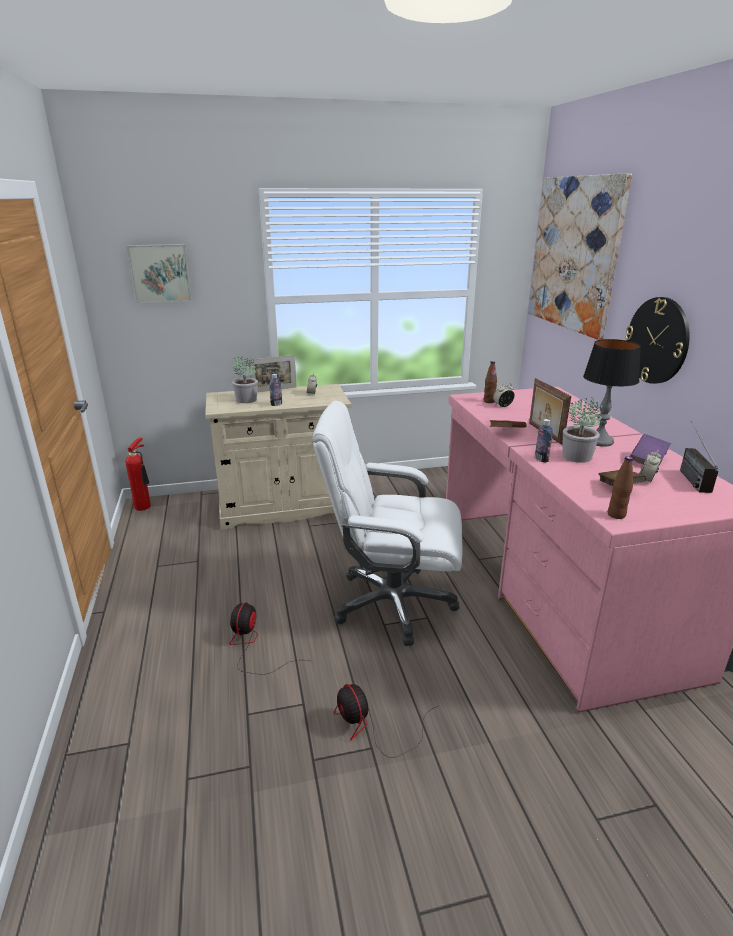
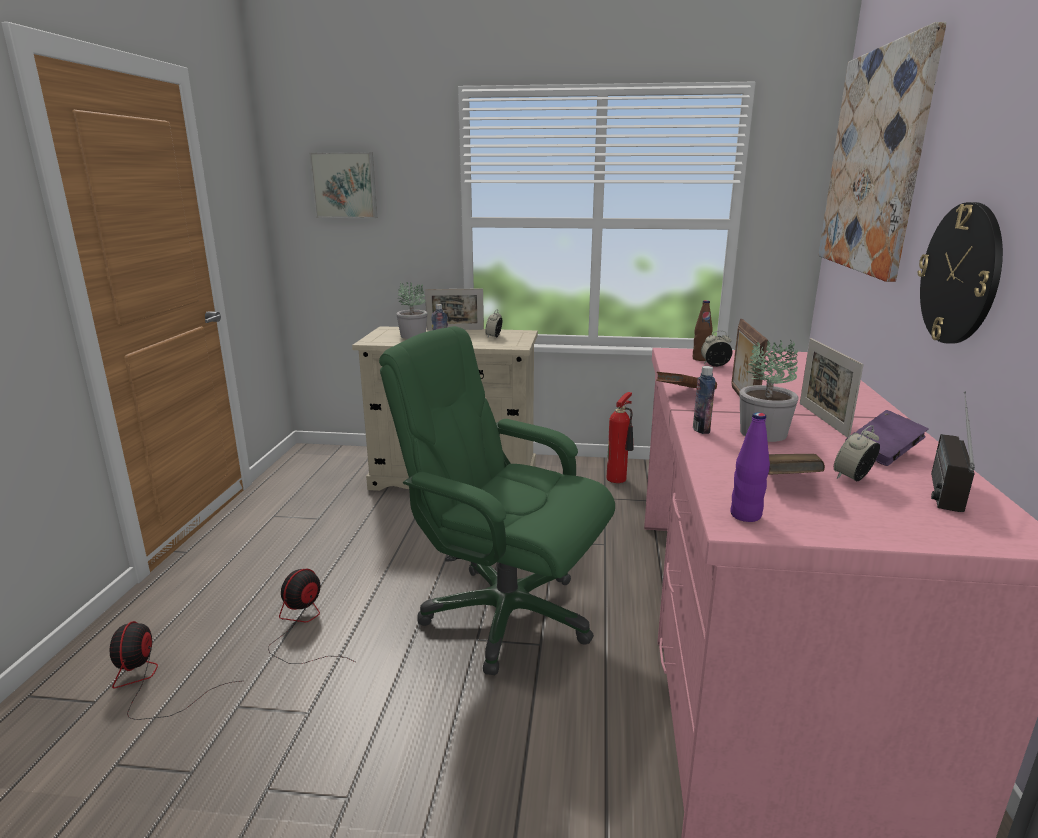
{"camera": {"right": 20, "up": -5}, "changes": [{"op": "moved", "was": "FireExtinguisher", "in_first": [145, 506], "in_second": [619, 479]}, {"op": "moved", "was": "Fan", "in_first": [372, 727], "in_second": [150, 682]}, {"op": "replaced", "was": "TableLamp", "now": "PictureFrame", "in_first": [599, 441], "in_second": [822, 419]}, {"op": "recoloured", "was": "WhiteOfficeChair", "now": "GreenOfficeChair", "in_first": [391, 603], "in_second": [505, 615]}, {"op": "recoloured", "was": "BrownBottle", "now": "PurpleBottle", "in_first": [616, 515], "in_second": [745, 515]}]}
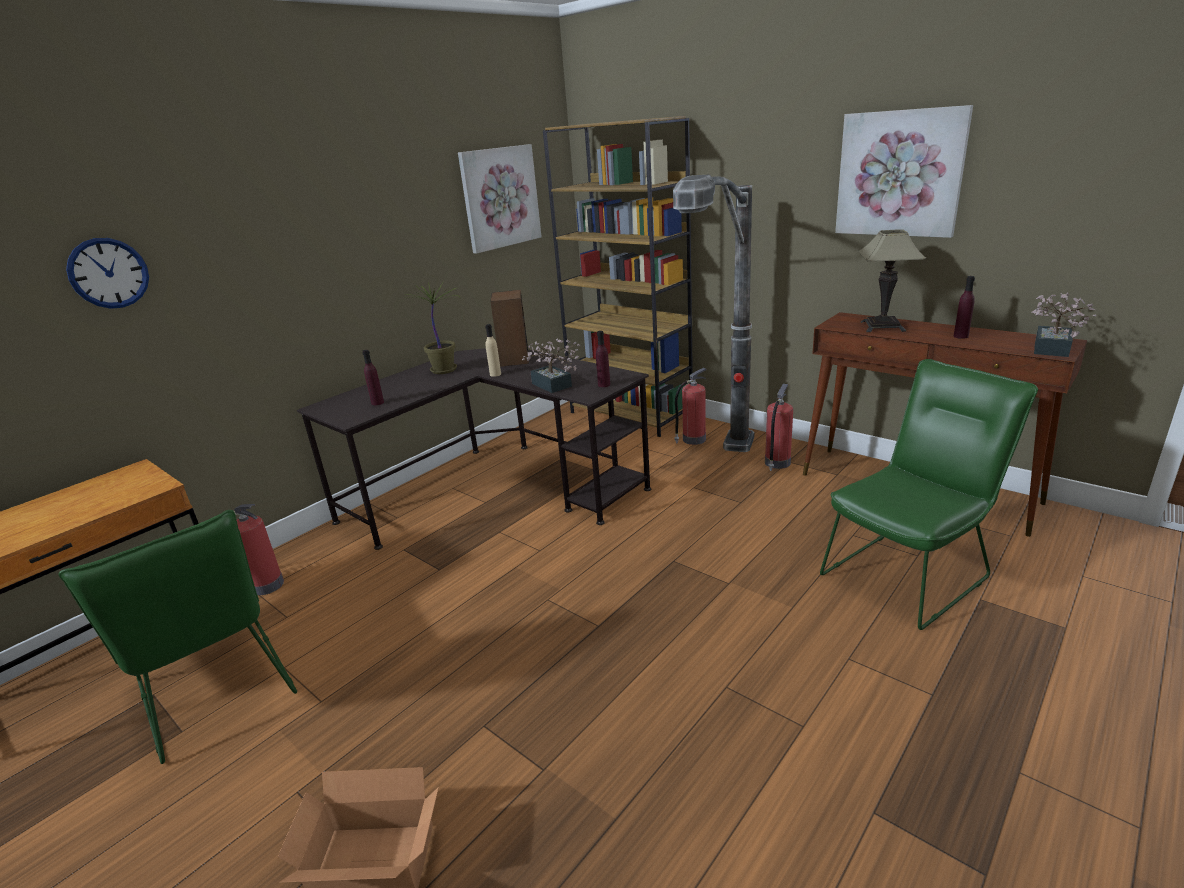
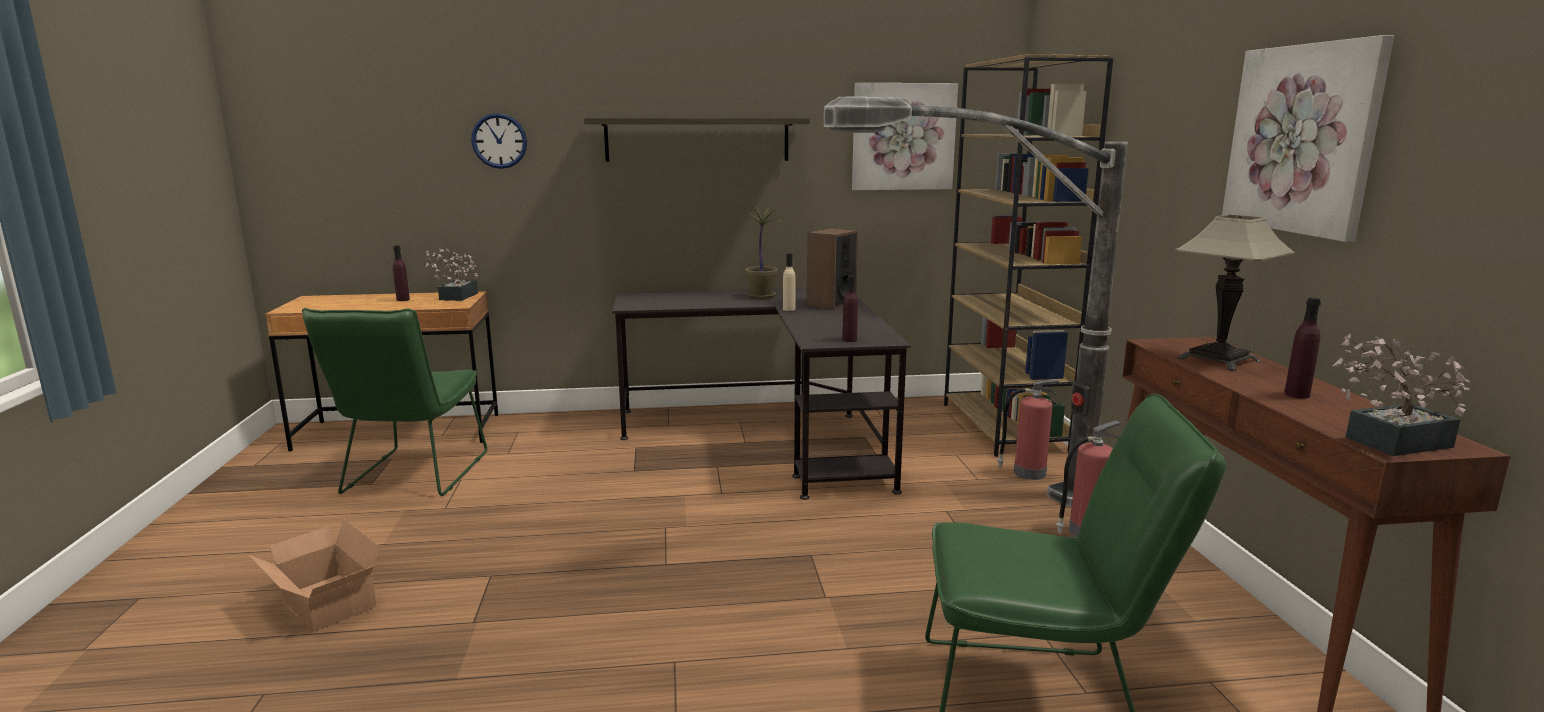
{"camera": {"right": 40, "up": -10}, "changes": [{"op": "removed", "was": "FireExtinguisher", "in_first": [266, 585]}, {"op": "added", "now": "Shelf", "in_second": [697, 139]}, {"op": "moved", "was": "PurpleBottle", "in_first": [377, 403], "in_second": [403, 300]}, {"op": "moved", "was": "PottedPlant", "in_first": [554, 386], "in_second": [456, 297]}]}
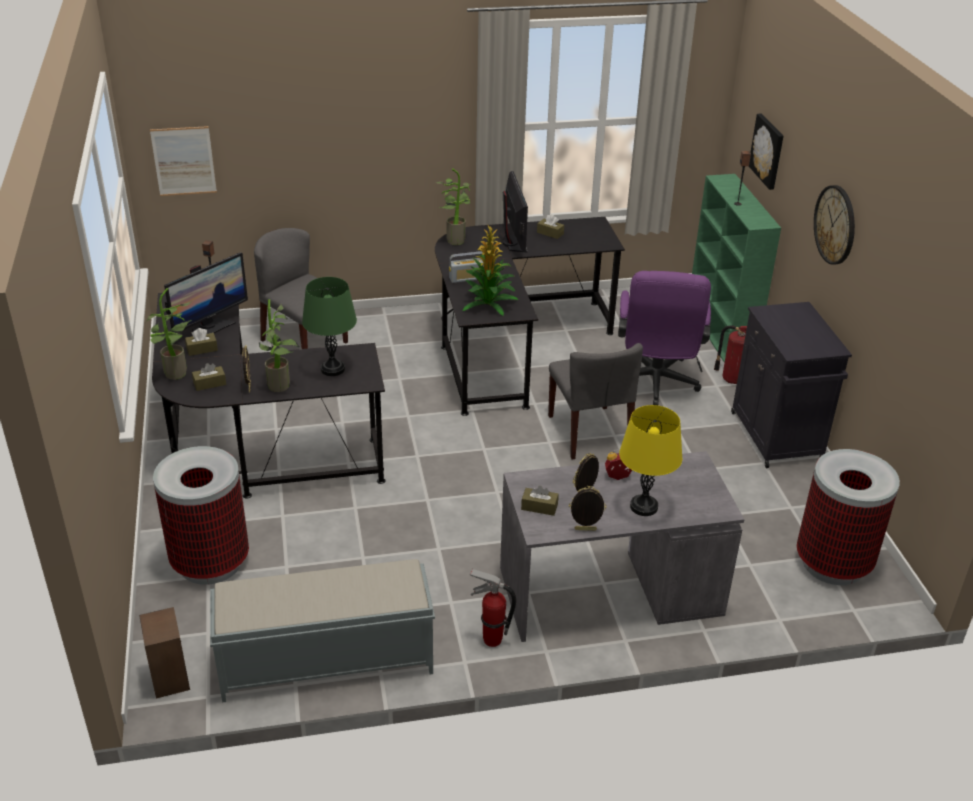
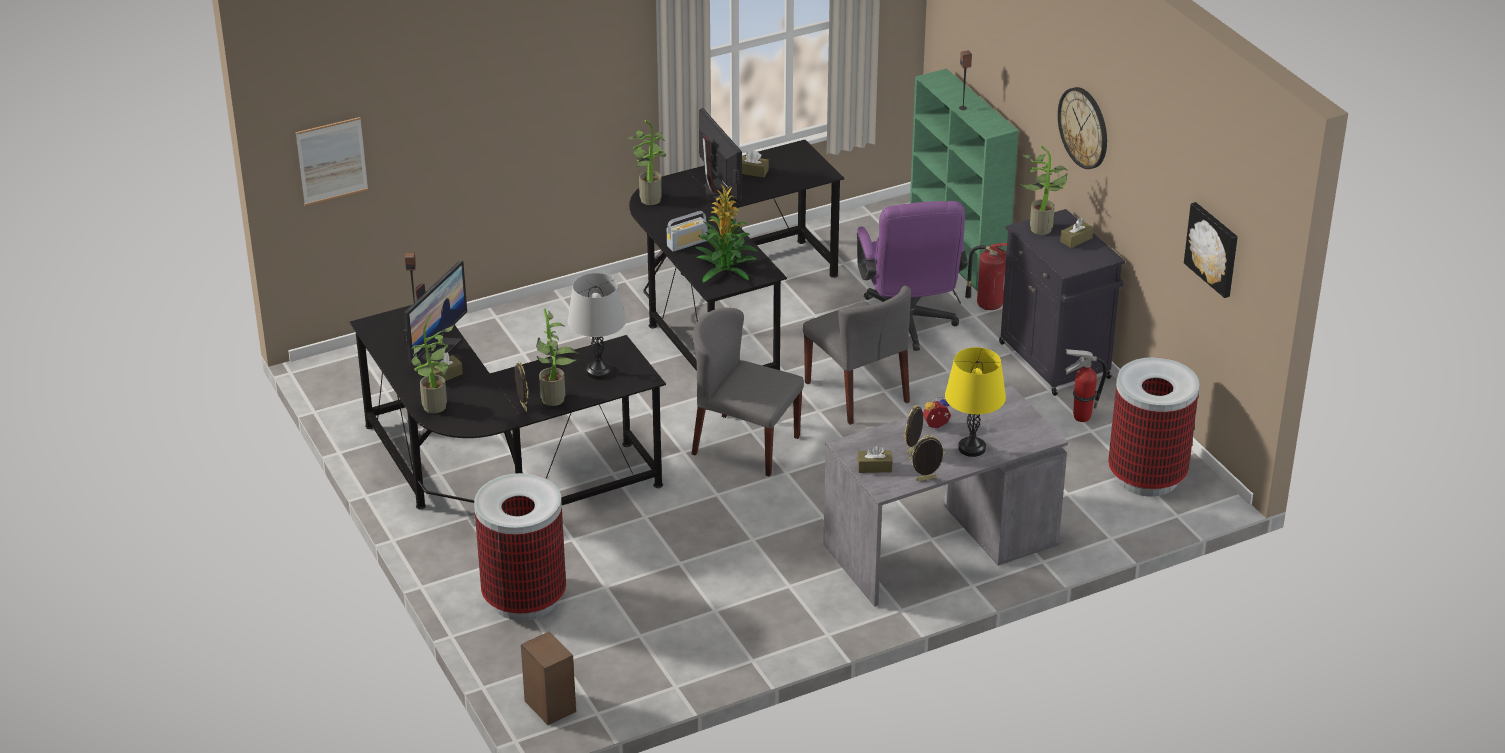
{"camera": {"right": -15, "up": 0}, "changes": [{"op": "removed", "was": "GreyBench", "in_first": [324, 661]}, {"op": "added", "now": "PottedPlant", "in_second": [1042, 227]}, {"op": "moved", "was": "BrownTissueBox", "in_first": [209, 383], "in_second": [1076, 239]}, {"op": "moved", "was": "GreyChair", "in_first": [303, 341], "in_second": [744, 445]}, {"op": "moved", "was": "FireExtinguisher", "in_first": [491, 640], "in_second": [1081, 417]}, {"op": "moved", "was": "Picture", "in_first": [768, 151], "in_second": [1213, 249]}, {"op": "recoloured", "was": "GreenTableLamp", "now": "GreyTableLamp", "in_first": [332, 369], "in_second": [599, 371]}]}
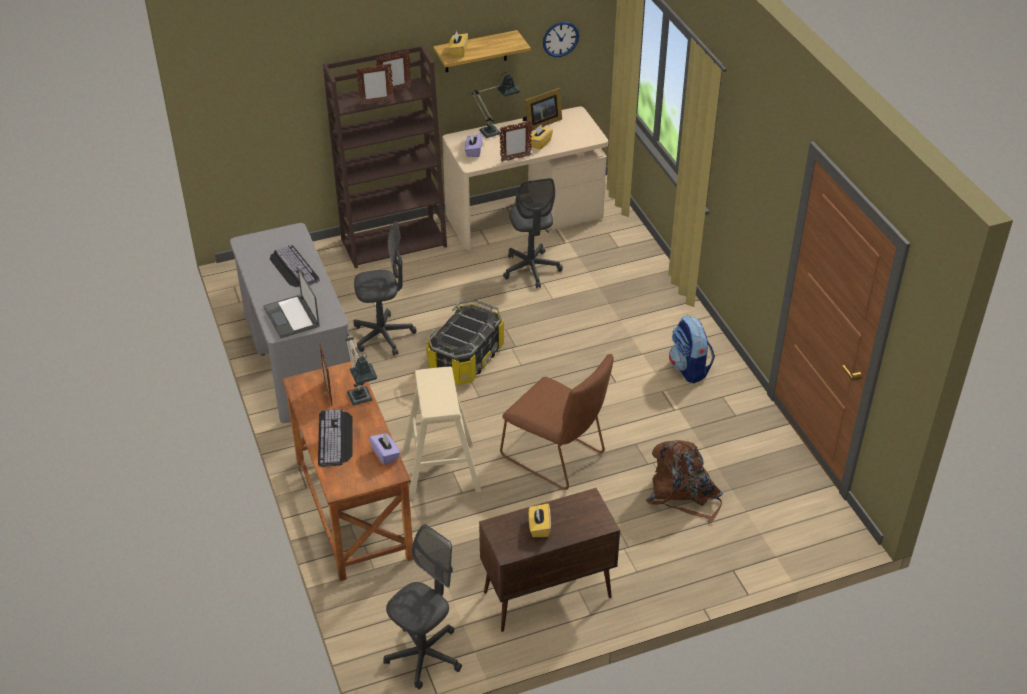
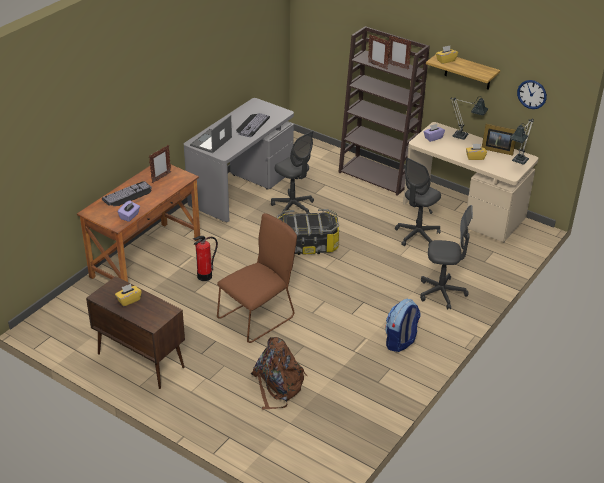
{"camera": {"right": 55, "up": -5}, "changes": [{"op": "removed", "was": "PictureFrame", "in_first": [515, 158]}, {"op": "moved", "was": "TableLamp", "in_first": [361, 401], "in_second": [518, 162]}, {"op": "moved", "was": "GreyOfficeChair", "in_first": [424, 655], "in_second": [442, 293]}, {"op": "replaced", "was": "BeigeStool", "now": "FireExtinguisher", "in_first": [441, 470], "in_second": [205, 276]}, {"op": "turned", "was": "BrownChair", "in_first": [556, 457], "in_second": [259, 316], "clockwise": -135}]}
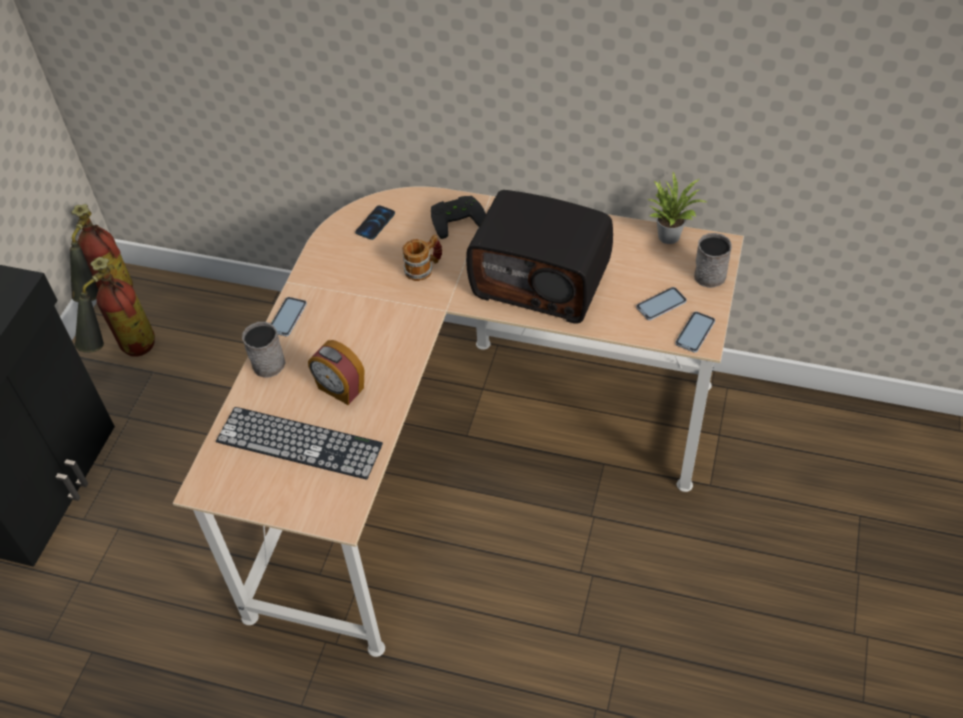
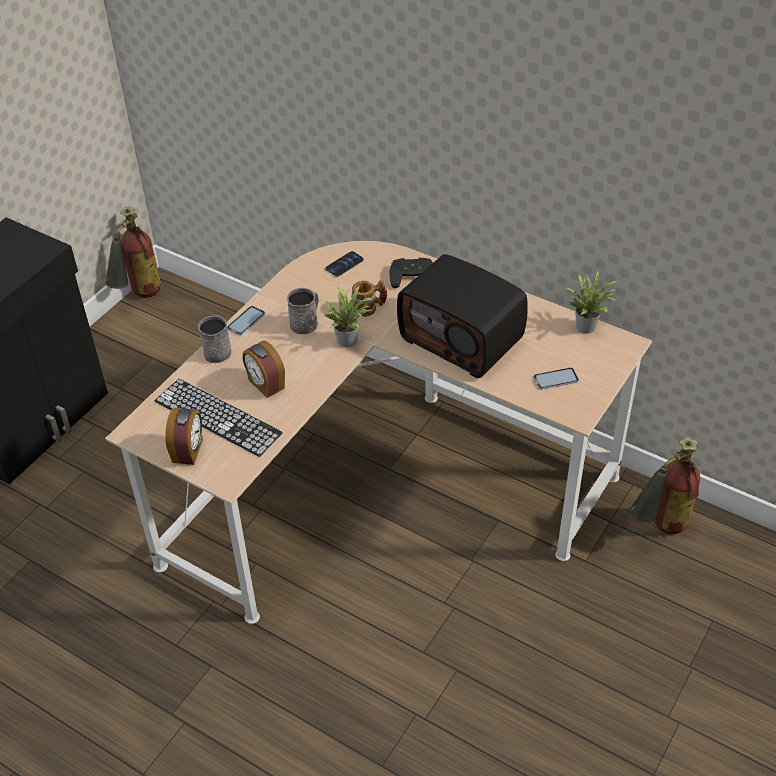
{"camera": {"right": 15, "up": -5}, "changes": [{"op": "removed", "was": "Phone", "in_first": [695, 332]}, {"op": "added", "now": "AlarmClock", "in_second": [188, 451]}, {"op": "added", "now": "PottedPlant", "in_second": [349, 339]}, {"op": "moved", "was": "FireExtinguisher", "in_first": [126, 354], "in_second": [658, 529]}, {"op": "moved", "was": "GreyMug", "in_first": [710, 272], "in_second": [306, 322]}]}
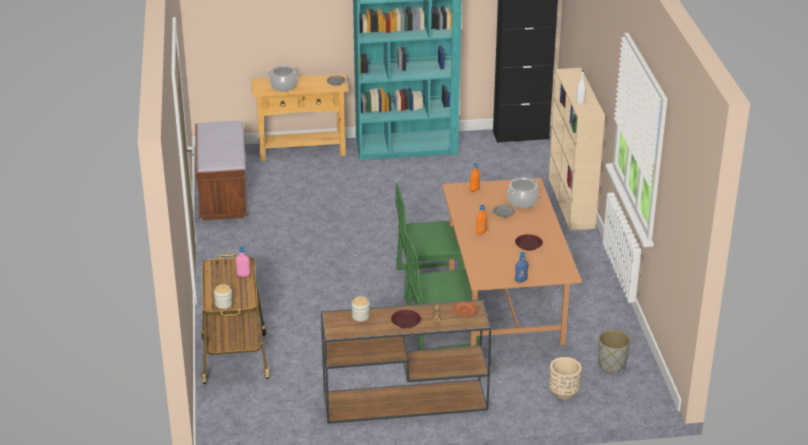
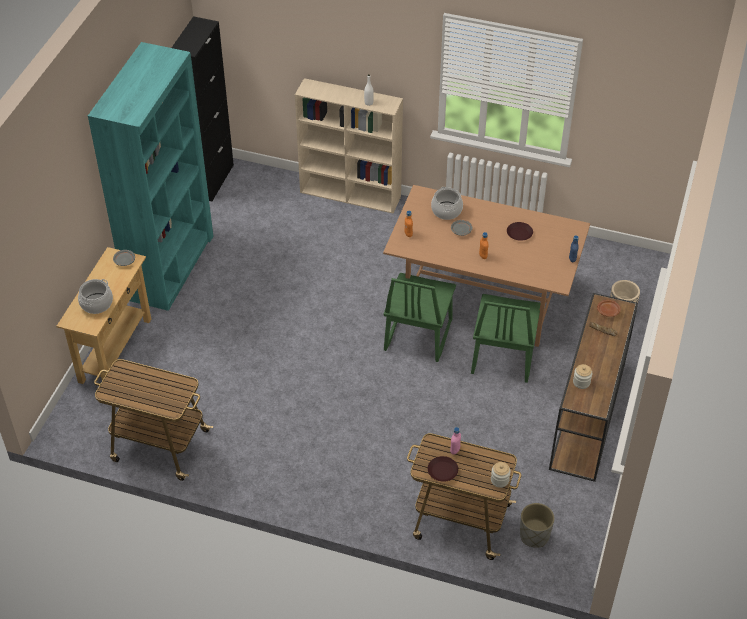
{"camera": {"right": -65, "up": 15}, "changes": [{"op": "moved", "was": "BrownPlate", "in_first": [405, 322], "in_second": [442, 471]}, {"op": "moved", "was": "GreyPlanter", "in_first": [611, 364], "in_second": [534, 536]}, {"op": "replaced", "was": "BrownBench", "now": "Cart", "in_first": [222, 196], "in_second": [158, 445]}]}
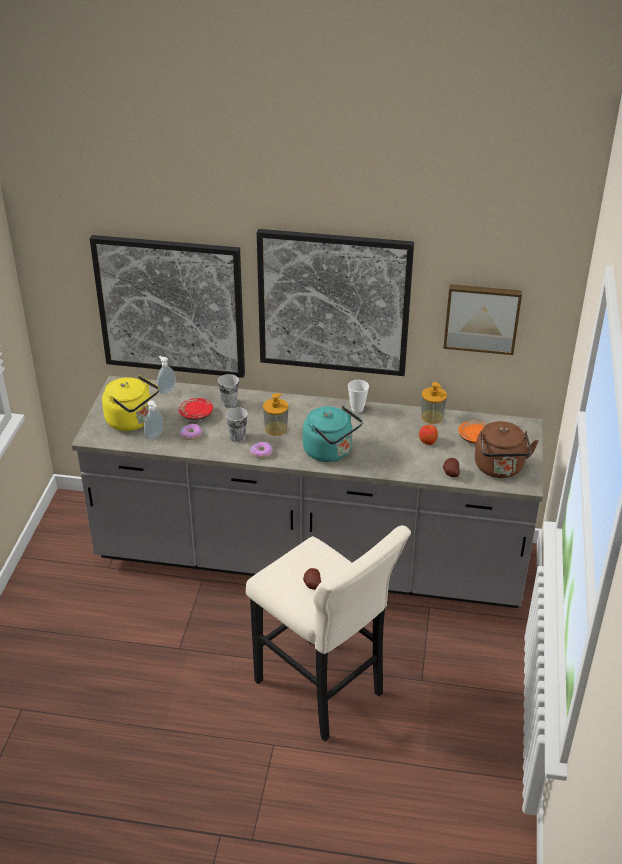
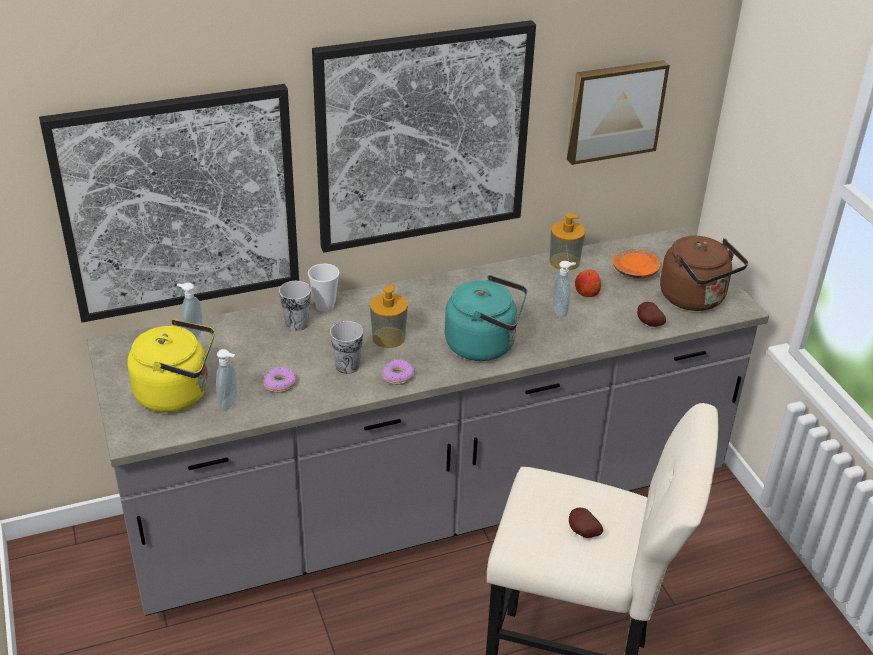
{"camera": {"right": -30, "up": 0}, "changes": [{"op": "removed", "was": "RedPlate", "in_first": [196, 414]}, {"op": "added", "now": "SoapDispenser", "in_second": [561, 311]}, {"op": "moved", "was": "Cup", "in_first": [357, 408], "in_second": [325, 306]}]}
